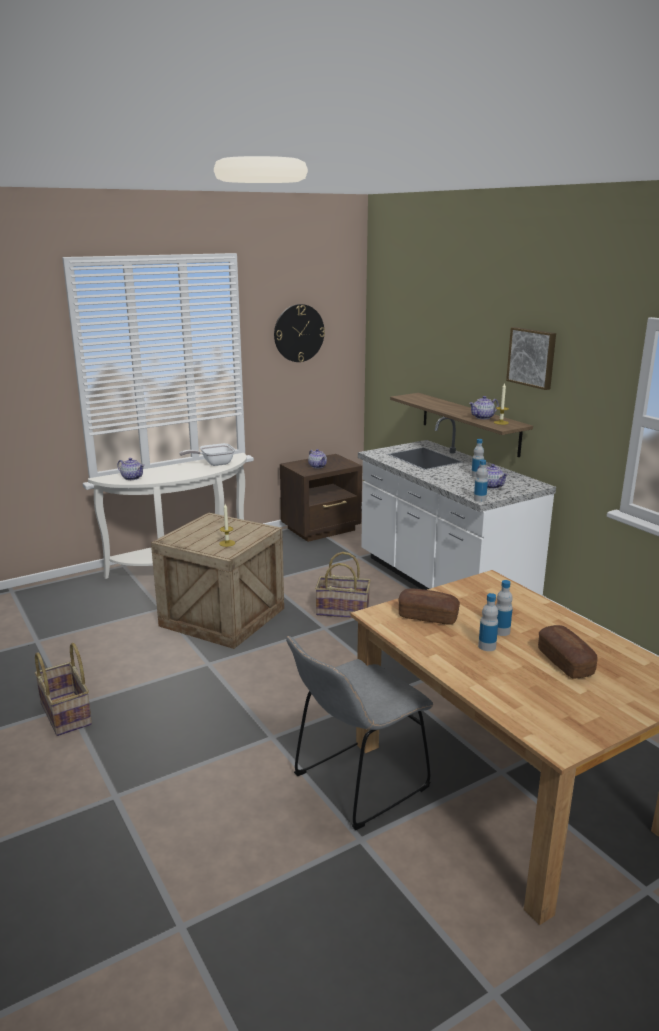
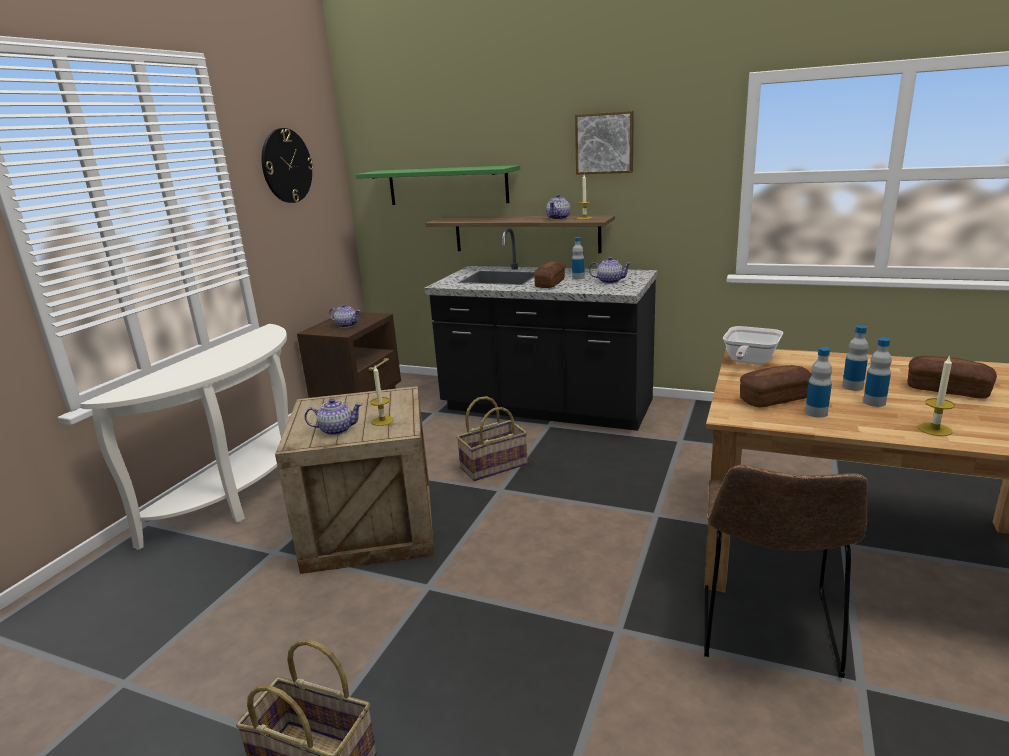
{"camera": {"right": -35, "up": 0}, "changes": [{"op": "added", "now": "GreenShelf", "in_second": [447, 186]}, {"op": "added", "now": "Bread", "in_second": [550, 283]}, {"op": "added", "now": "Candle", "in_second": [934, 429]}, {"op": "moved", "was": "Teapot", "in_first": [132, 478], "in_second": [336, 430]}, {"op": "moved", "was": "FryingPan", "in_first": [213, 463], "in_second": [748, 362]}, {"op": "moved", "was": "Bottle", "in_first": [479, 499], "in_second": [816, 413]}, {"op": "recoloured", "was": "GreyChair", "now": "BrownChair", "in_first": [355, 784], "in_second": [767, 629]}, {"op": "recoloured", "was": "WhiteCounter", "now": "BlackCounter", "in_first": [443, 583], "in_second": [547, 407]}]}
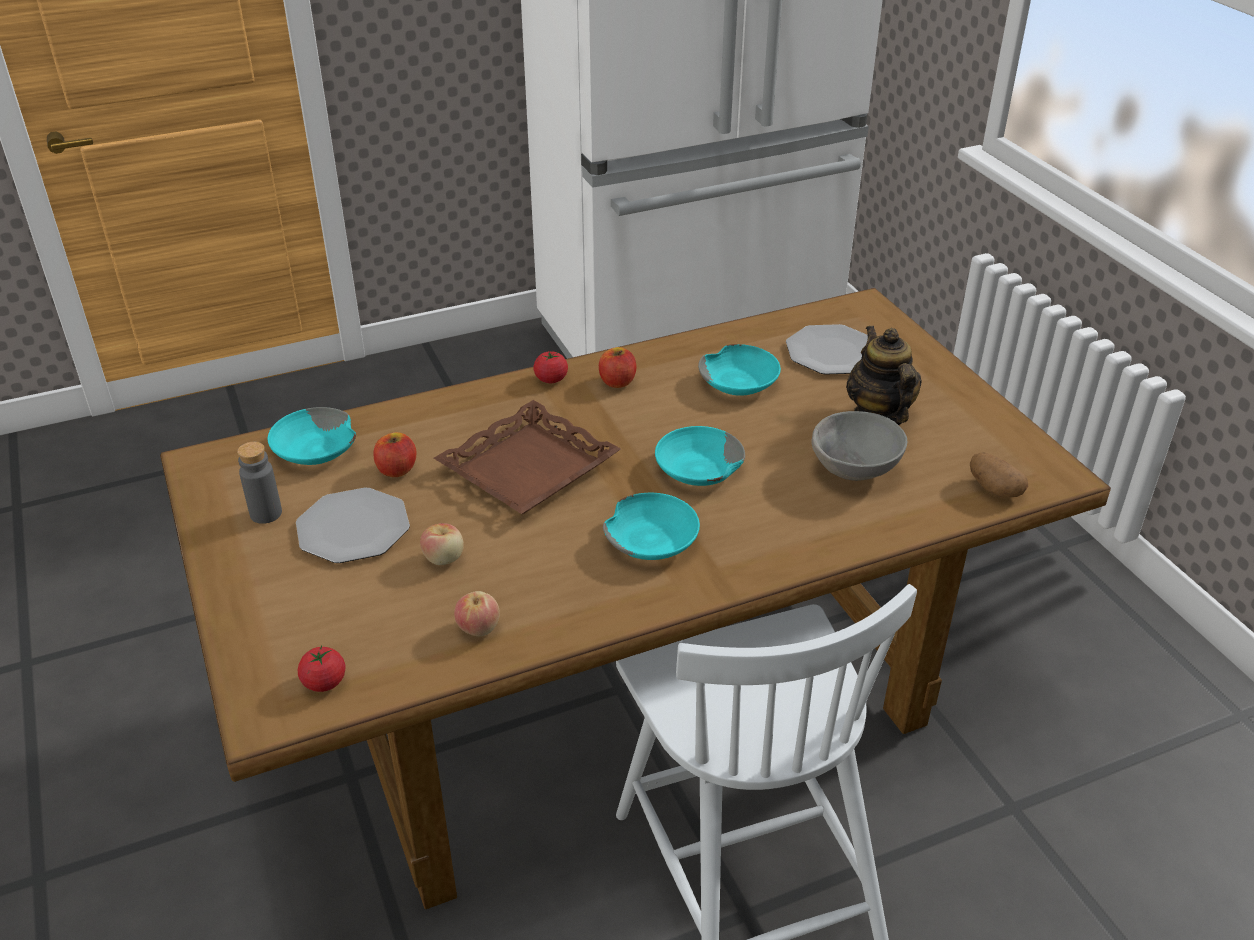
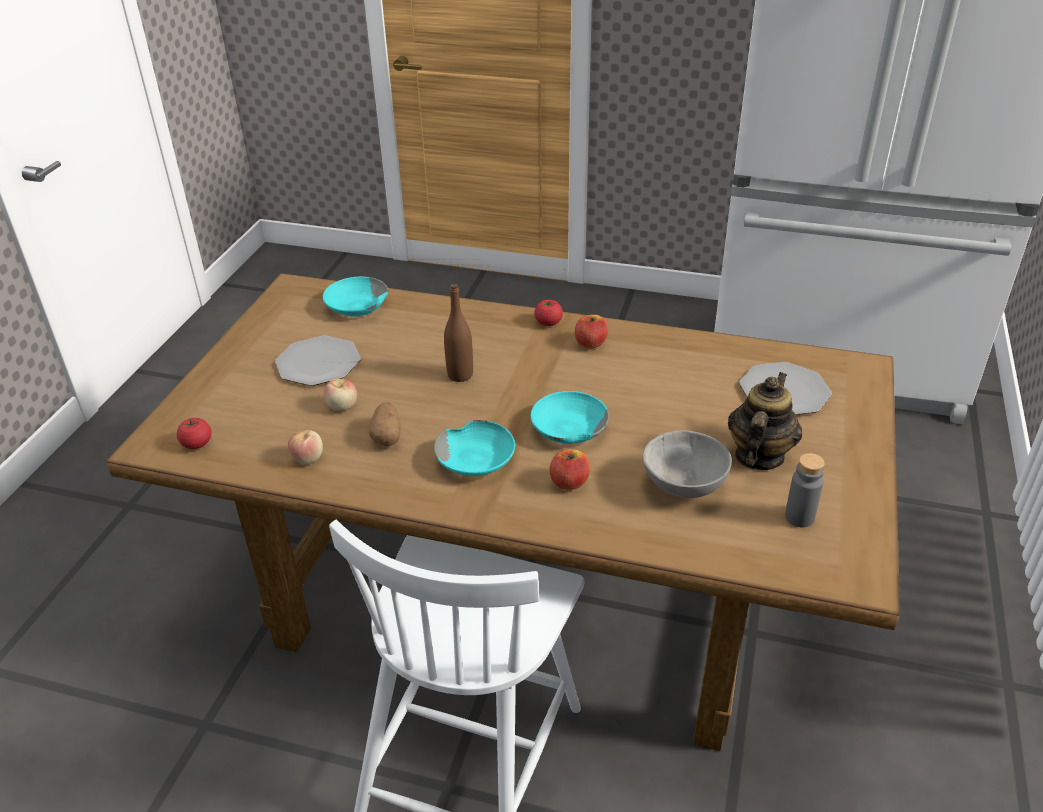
{"camera": {"right": 40, "up": 0}, "changes": [{"op": "removed", "was": "TurquoiseBowl", "in_first": [740, 381]}, {"op": "moved", "was": "GreyBottle", "in_first": [266, 513], "in_second": [799, 517]}, {"op": "moved", "was": "Apple", "in_first": [396, 470], "in_second": [569, 482]}, {"op": "moved", "was": "Potato", "in_first": [993, 489], "in_second": [387, 435]}, {"op": "replaced", "was": "BrownTray", "now": "BrownBottle", "in_first": [529, 468], "in_second": [460, 375]}]}
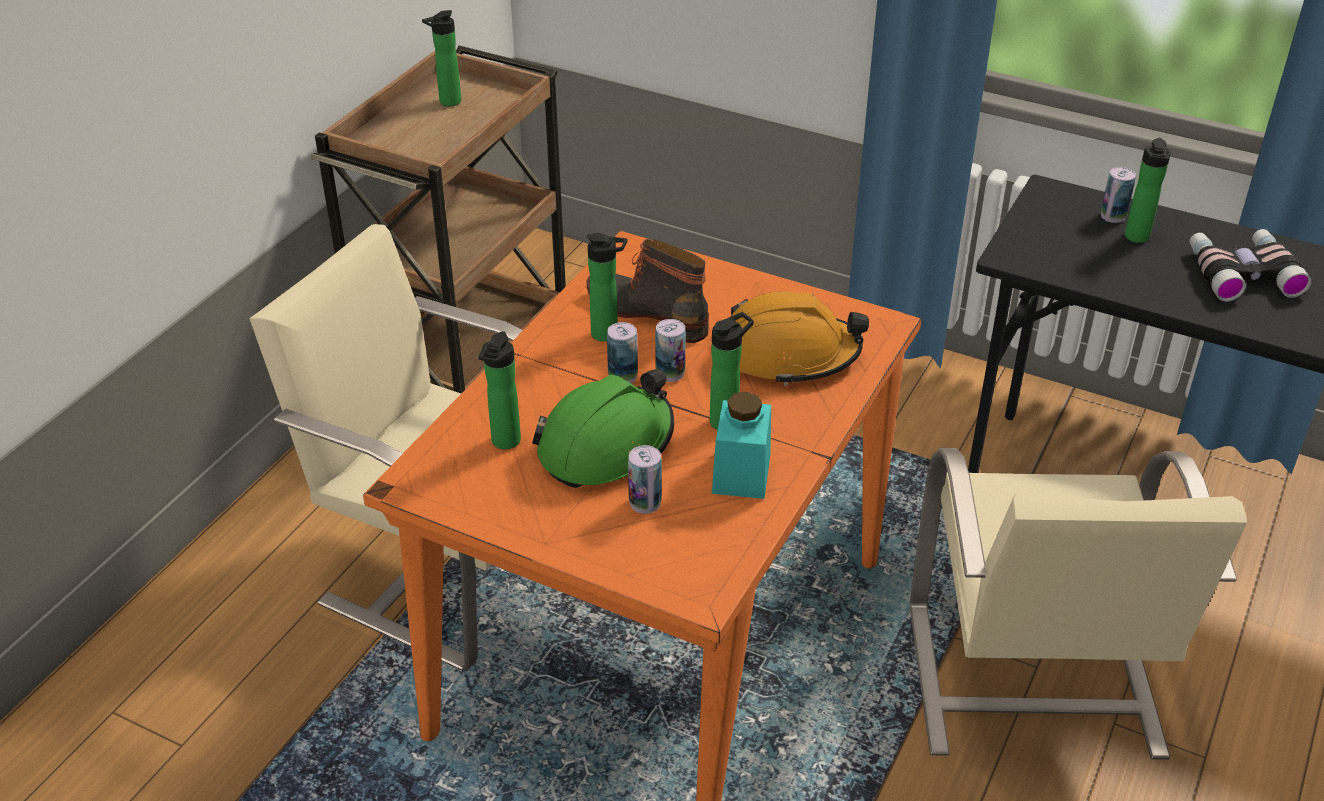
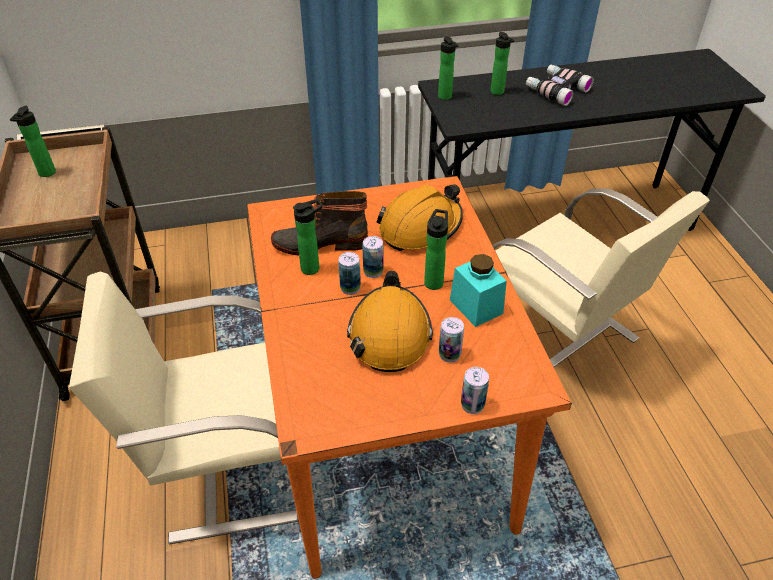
{"camera": {"right": -40, "up": 5}, "changes": [{"op": "moved", "was": "Bottle", "in_first": [504, 443], "in_second": [446, 97]}, {"op": "moved", "was": "Can", "in_first": [1113, 216], "in_second": [472, 405]}, {"op": "recoloured", "was": "GreenHardHat", "now": "OrangeHardHat", "in_first": [606, 445], "in_second": [389, 334]}]}
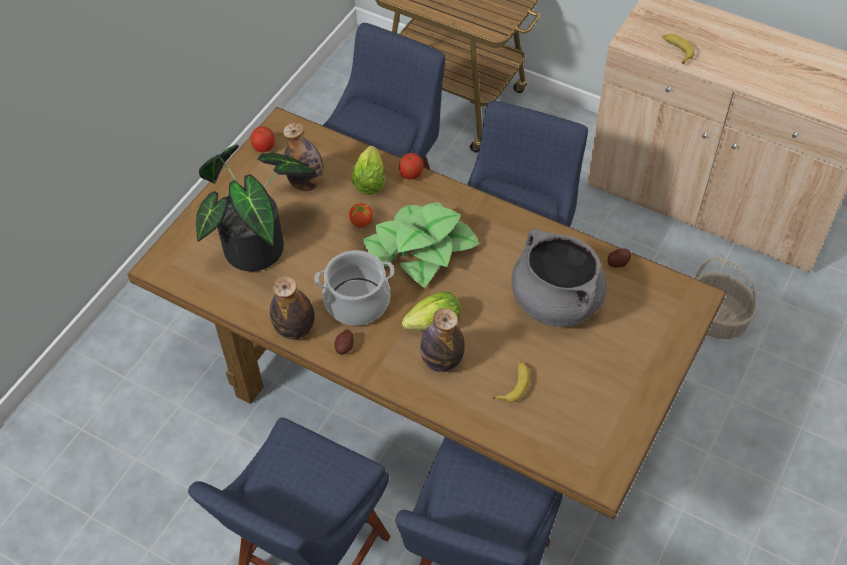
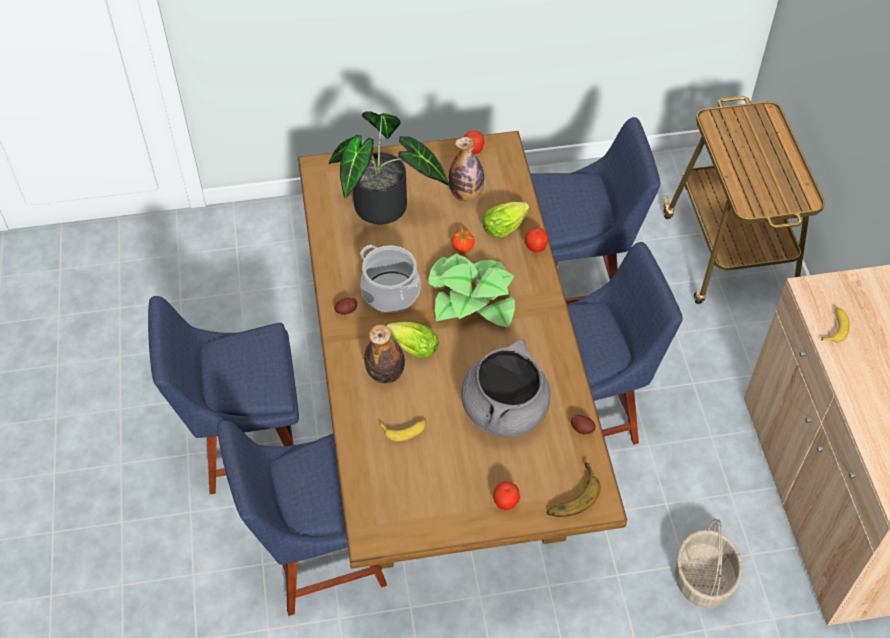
{"camera": {"right": 50, "up": 0}, "changes": [{"op": "removed", "was": "Bottle", "in_first": [295, 329]}, {"op": "added", "now": "Apple", "in_second": [506, 502]}, {"op": "added", "now": "Banana", "in_second": [570, 493]}]}
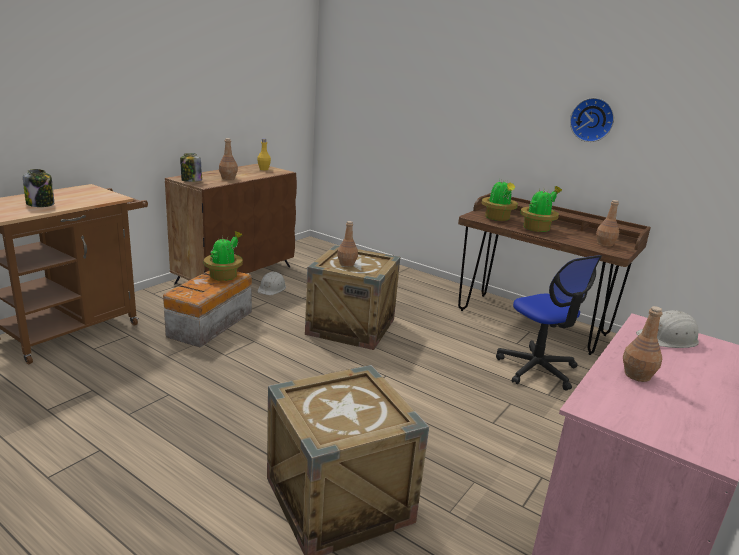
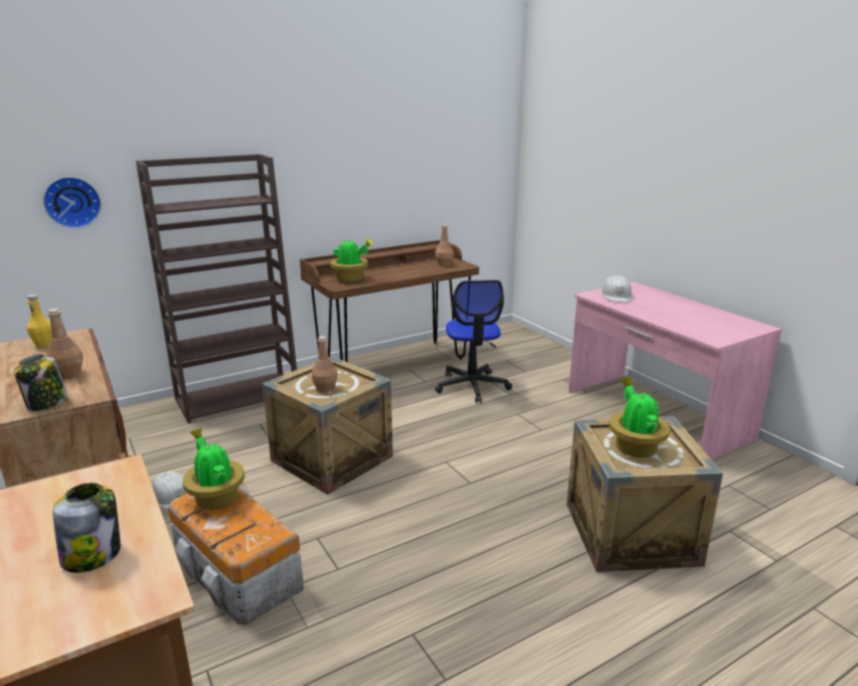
{"camera": {"right": -65, "up": 0}, "changes": [{"op": "removed", "was": "BrownBottle", "in_first": [637, 375]}, {"op": "added", "now": "BrownBookcase", "in_second": [238, 396]}, {"op": "moved", "was": "PottedPlant", "in_first": [537, 228], "in_second": [634, 447]}, {"op": "moved", "was": "WallClock", "in_first": [592, 119], "in_second": [72, 202]}, {"op": "turned", "was": "OfficeChair", "in_first": [537, 369], "in_second": [472, 386], "clockwise": 90}]}
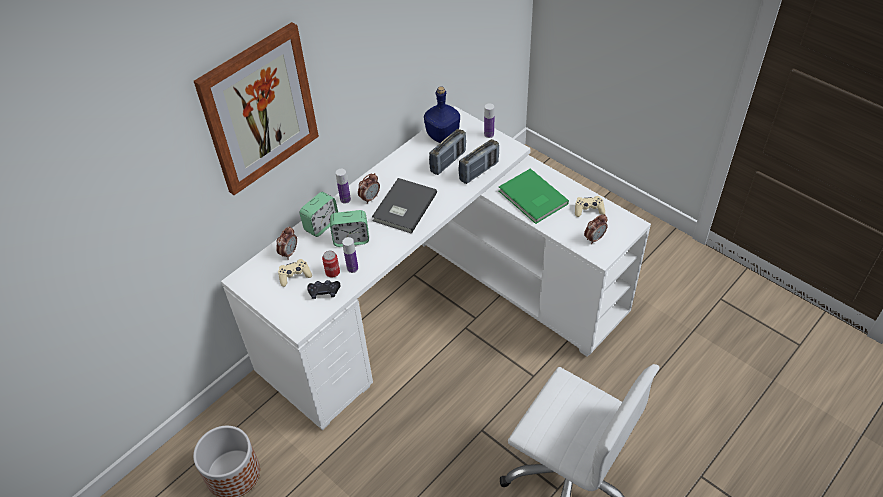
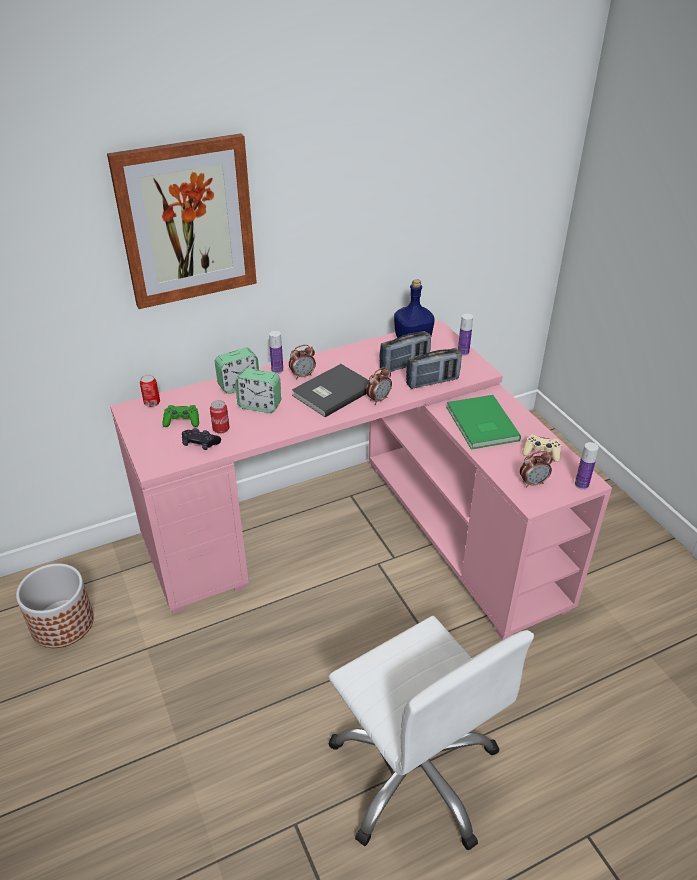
{"camera": {"right": 20, "up": -10}, "changes": [{"op": "added", "now": "Can", "in_second": [152, 403]}, {"op": "moved", "was": "AlarmClock", "in_first": [289, 253], "in_second": [378, 399]}, {"op": "moved", "was": "Bottle", "in_first": [352, 268], "in_second": [581, 485]}, {"op": "recoloured", "was": "WhiteDesk", "now": "PinkDesk", "in_first": [439, 306], "in_second": [361, 533]}, {"op": "recoloured", "was": "BeigeGameController", "now": "GreenGameController", "in_first": [294, 276], "in_second": [182, 421]}]}
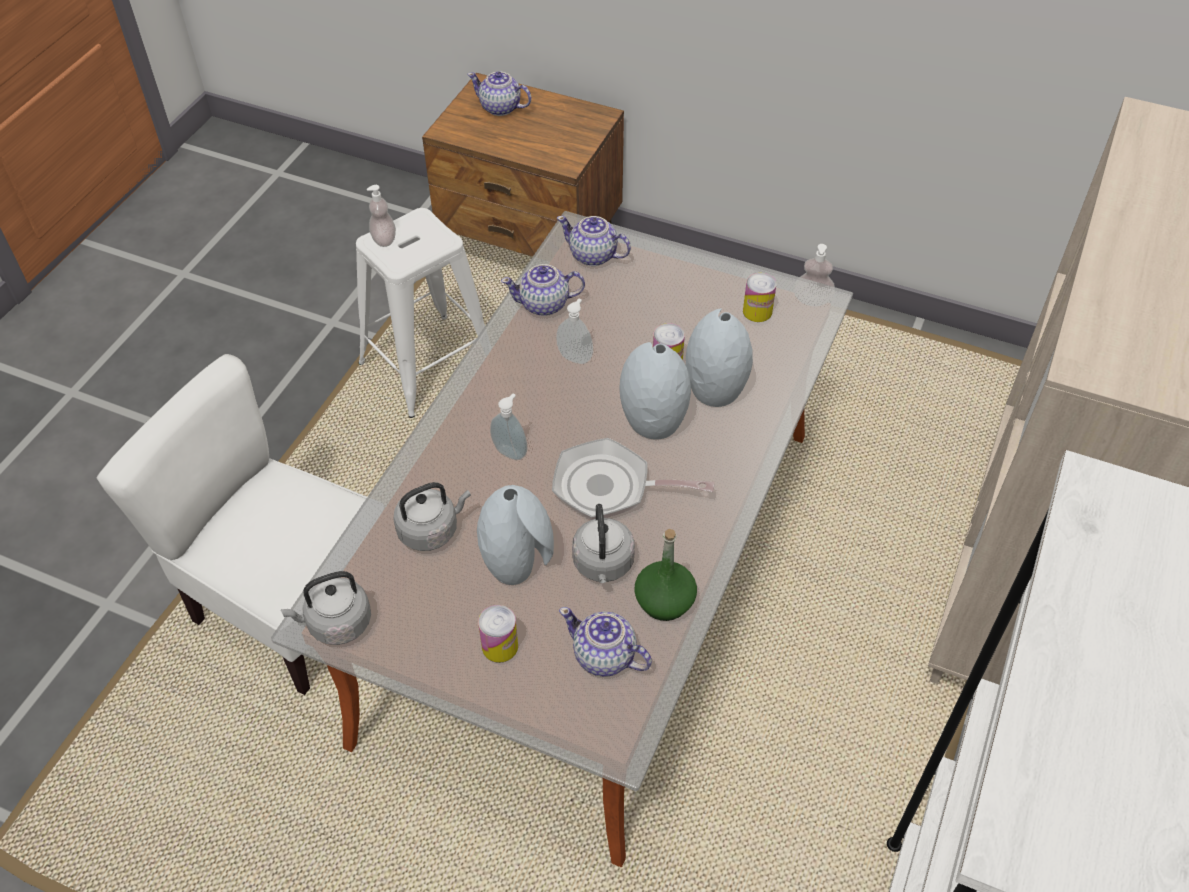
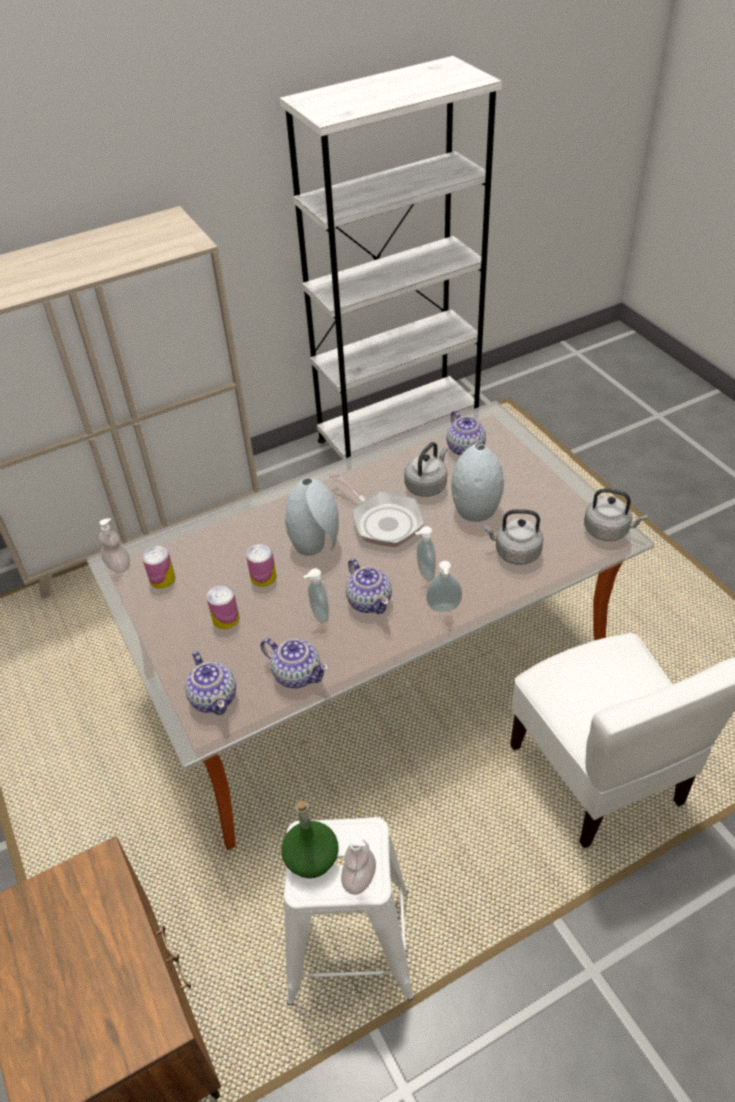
{"camera": {"right": -140, "up": -5}, "changes": [{"op": "removed", "was": "GreyVase", "in_first": [714, 390]}, {"op": "added", "now": "SoapDispenser", "in_second": [444, 609]}, {"op": "moved", "was": "Teapot", "in_first": [500, 108], "in_second": [369, 601]}, {"op": "moved", "was": "Can", "in_first": [500, 646], "in_second": [226, 618]}, {"op": "moved", "was": "GreenBottle", "in_first": [665, 601], "in_second": [311, 858]}]}
